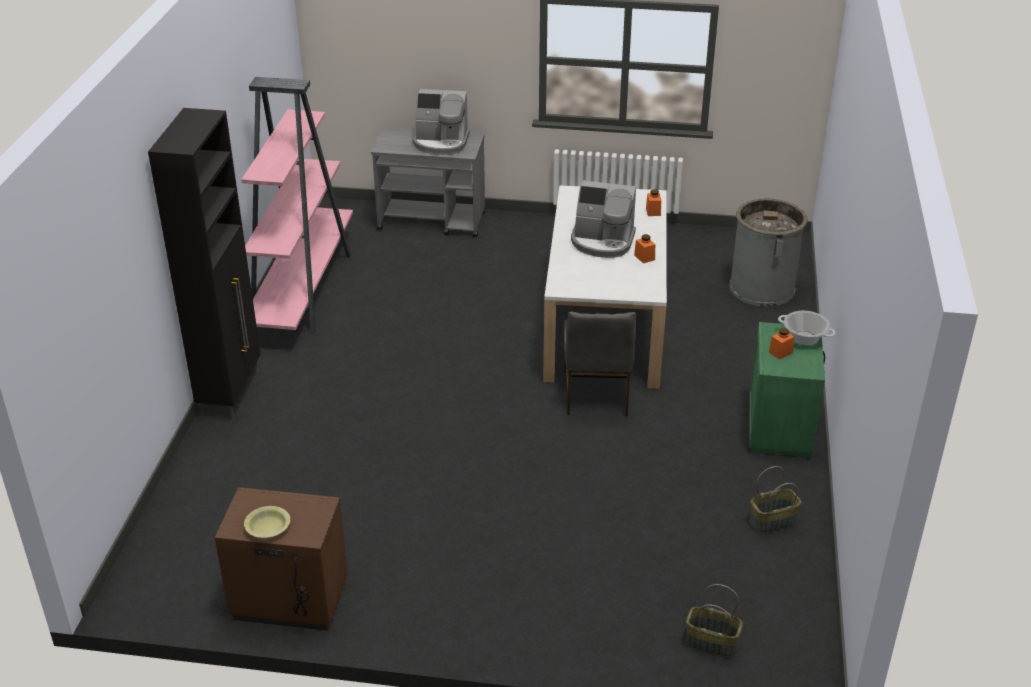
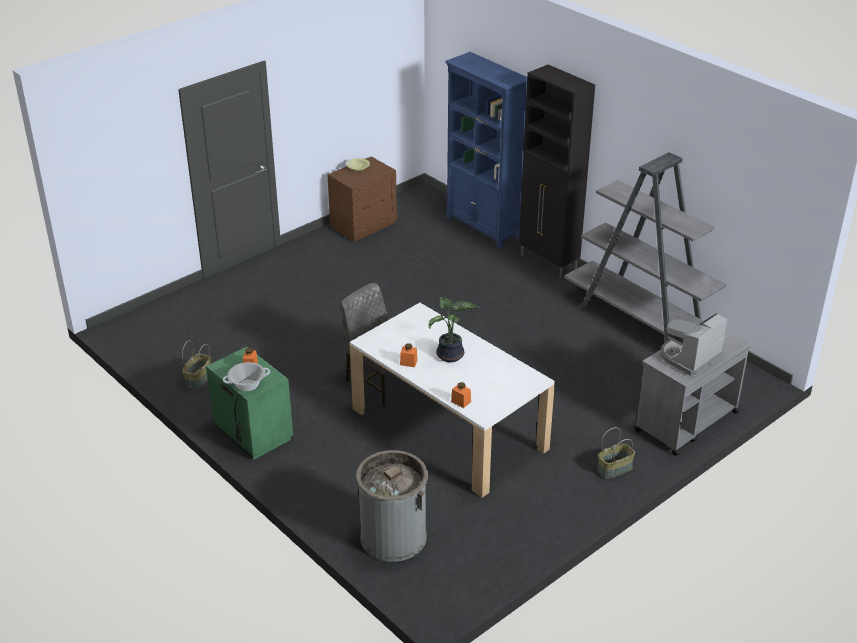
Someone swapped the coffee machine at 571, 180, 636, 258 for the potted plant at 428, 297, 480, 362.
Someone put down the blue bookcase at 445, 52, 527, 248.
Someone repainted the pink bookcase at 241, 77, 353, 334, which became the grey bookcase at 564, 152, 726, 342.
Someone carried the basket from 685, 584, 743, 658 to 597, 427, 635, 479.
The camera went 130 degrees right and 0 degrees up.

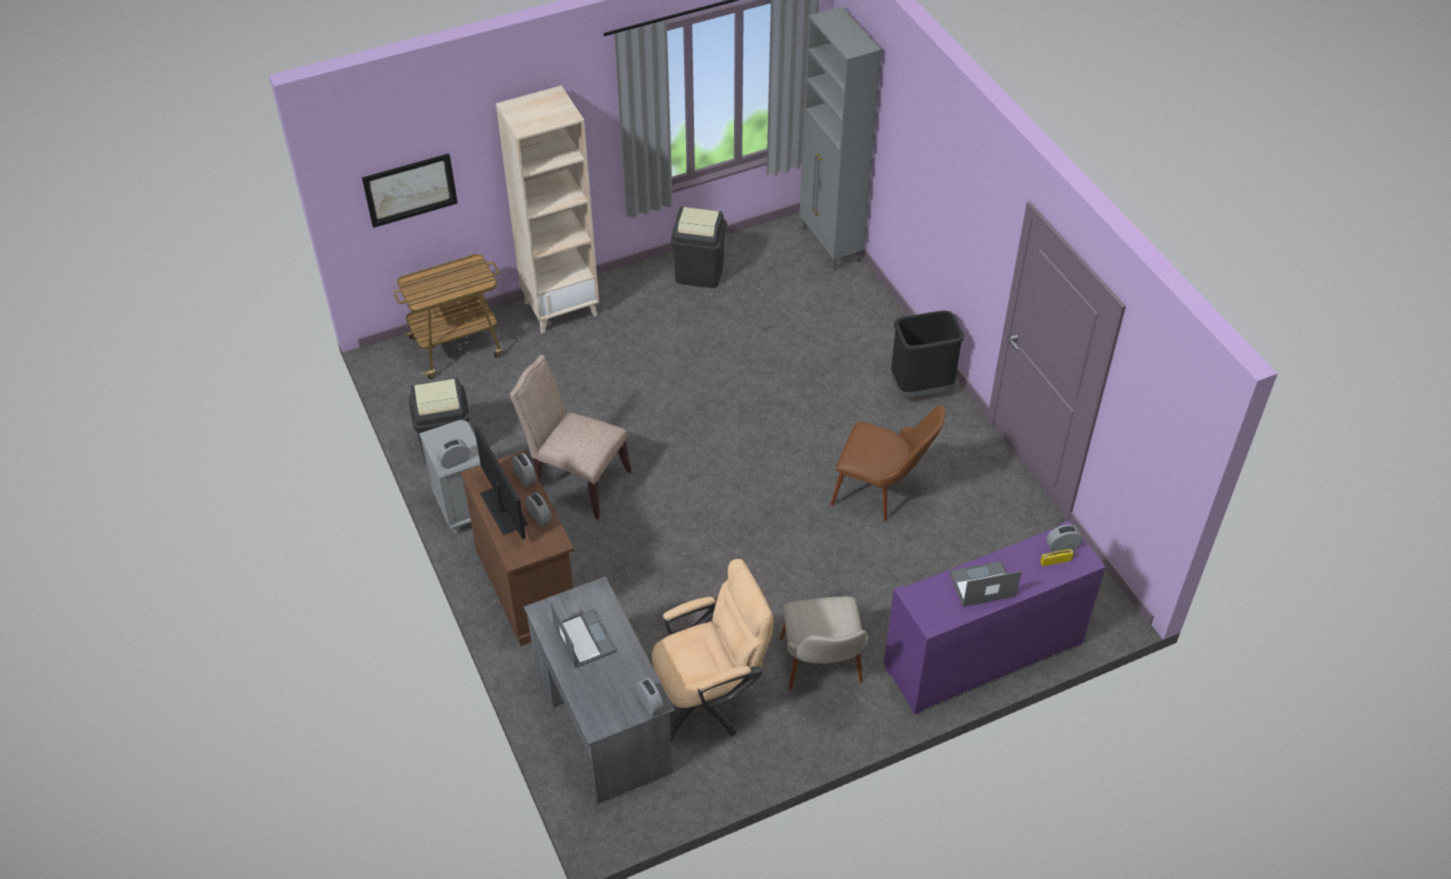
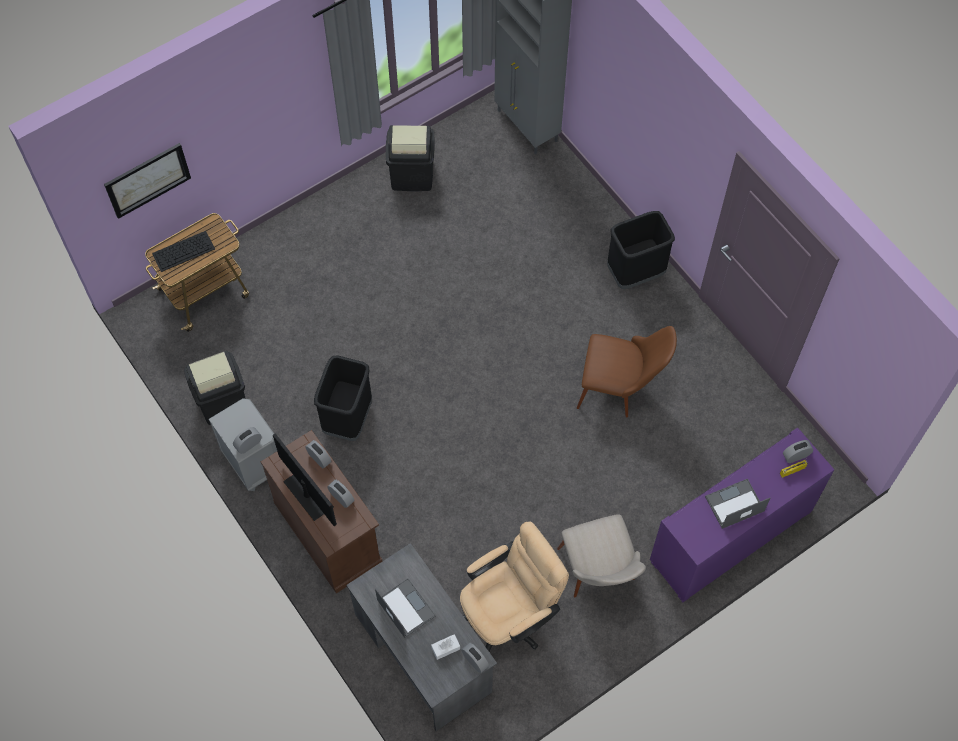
Someone put down the keyboard at 152, 231, 215, 272.
Someone swapped the beige chair at 510, 355, 632, 519 for the black trash can at 314, 355, 372, 441.
Someone put down the white tissue box at 431, 634, 460, 660.
Someone took away the beige bookcase at 496, 85, 599, 333.
The camera went 10 degrees left and 15 degrees up.

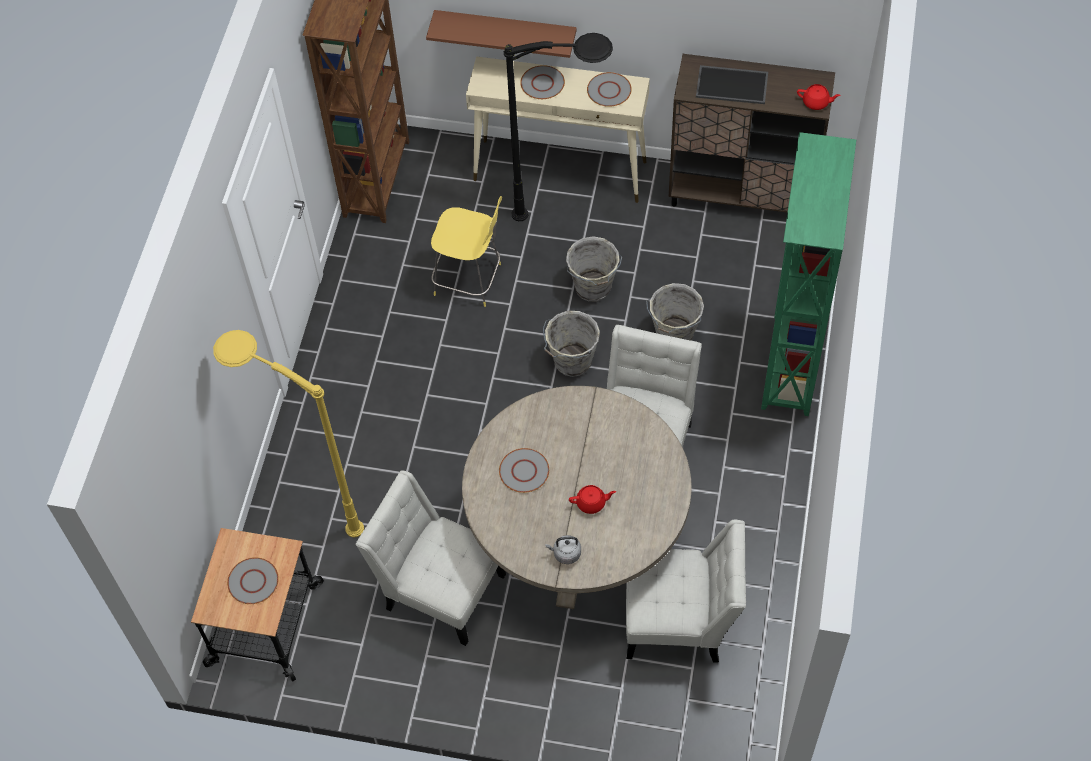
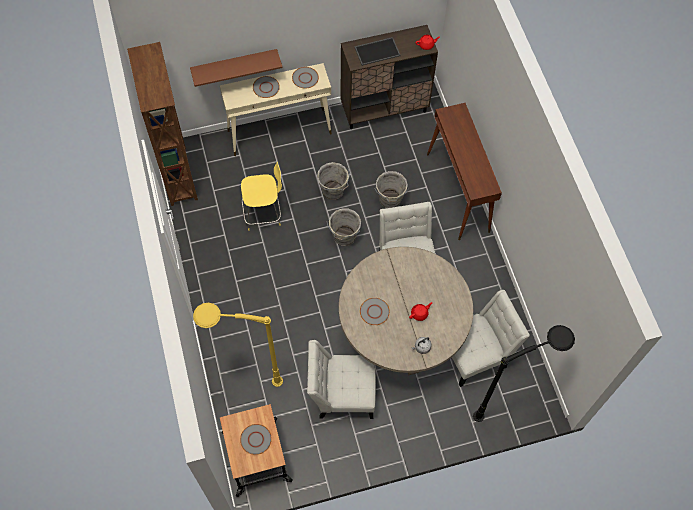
Someone swapped the green bookcase at 761, 132, 856, 416 for the brown console table at 427, 103, 502, 240.
Someone carried the black floor lamp from 504, 33, 613, 221 to 473, 325, 575, 422.
The camera went 30 degrees left and 5 degrees up.

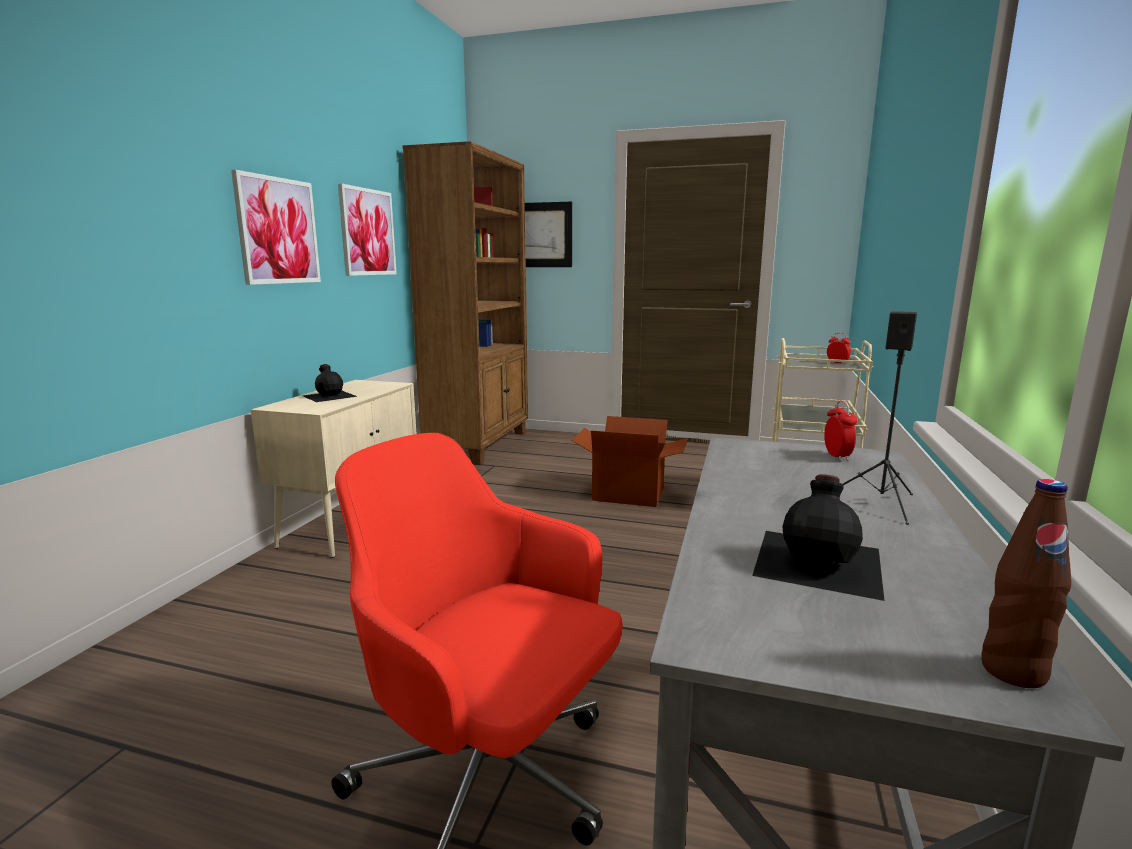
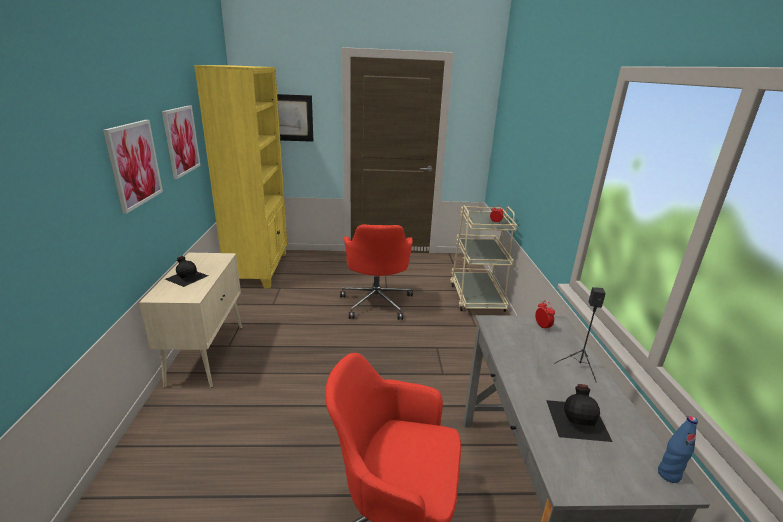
Someone repainted the brown bookcase at 402, 141, 528, 465, which became the yellow bookcase at 194, 65, 287, 289.
Someone swapped the cardboard box at 572, 416, 688, 507 for the red office chair at 340, 224, 413, 320.
Someone repainted the brown bottle at 981, 479, 1072, 688, which became the blue bottle at 658, 416, 698, 483.
The camera went 20 degrees left and 10 degrees up.

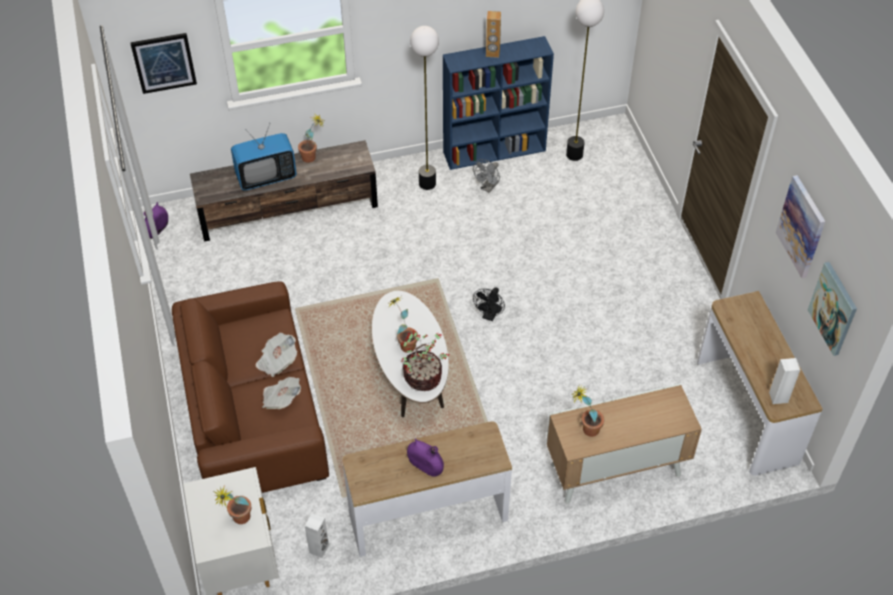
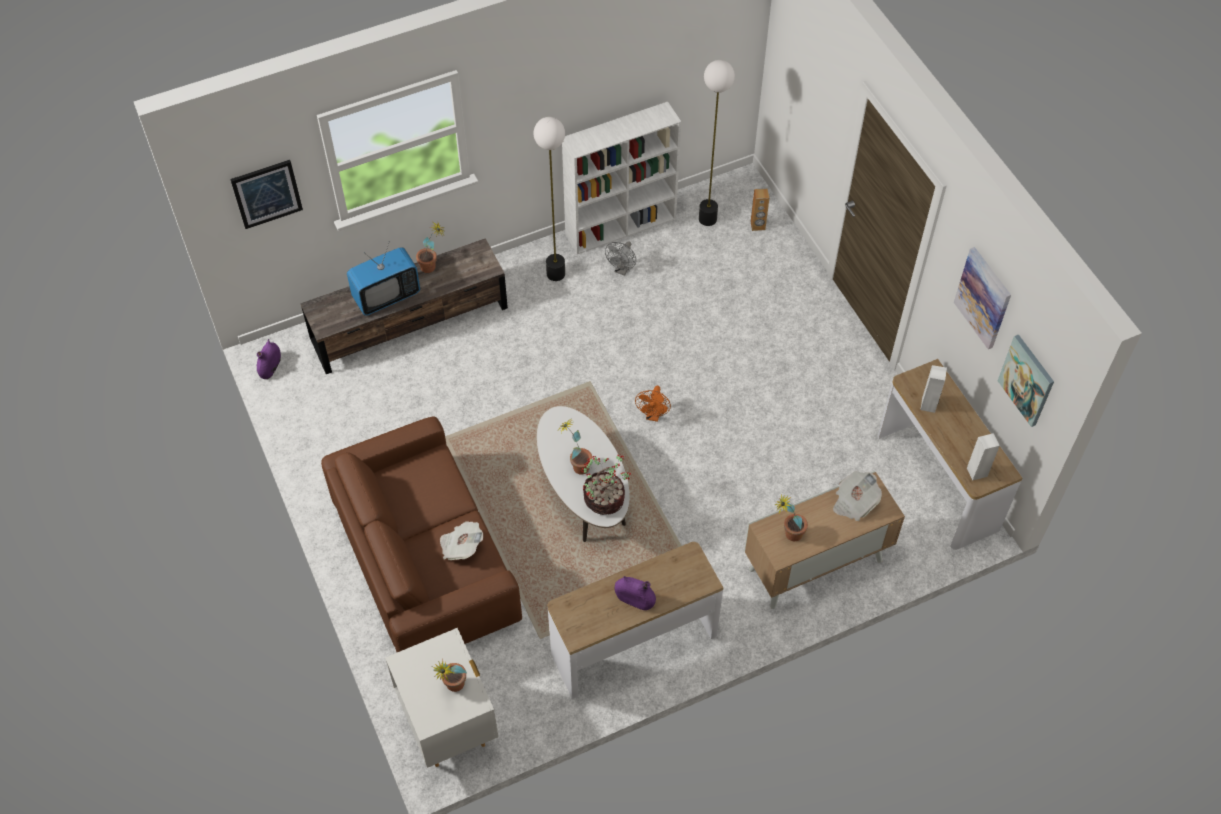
Someone repainted the blue bookcase at 443, 36, 554, 170, which became the white bookcase at 562, 102, 681, 254.
Someone repainted the black fan at 473, 288, 505, 321, which became the orange fan at 635, 386, 671, 422.
Someone carried the brown speaker from 486, 11, 501, 58 to 751, 189, 769, 231.
Someone carried the newspaper from 256, 333, 297, 377 to 833, 471, 882, 521.
Someone carried the white speaker from 305, 513, 329, 558 to 921, 365, 947, 413.
The camera went 10 degrees left and 5 degrees up.

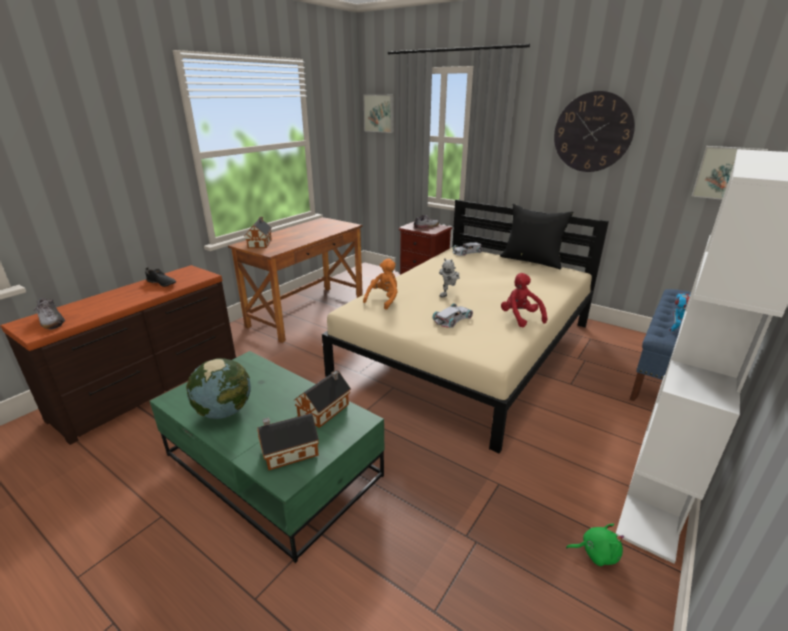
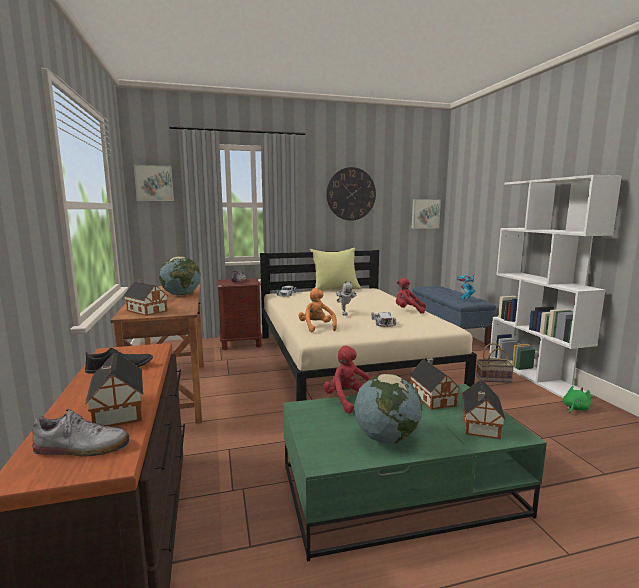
Someone put down the toy house at 85, 353, 143, 426.
Someone put down the globe at 159, 257, 201, 296.
Someone repainted the black pillow at 500, 204, 574, 269, which became the yellow pillow at 310, 248, 361, 291.
Someone put down the red plush toy at 323, 346, 371, 414.
Someone put down the basket at 476, 343, 514, 383.
The camera went 50 degrees left and 15 degrees down.

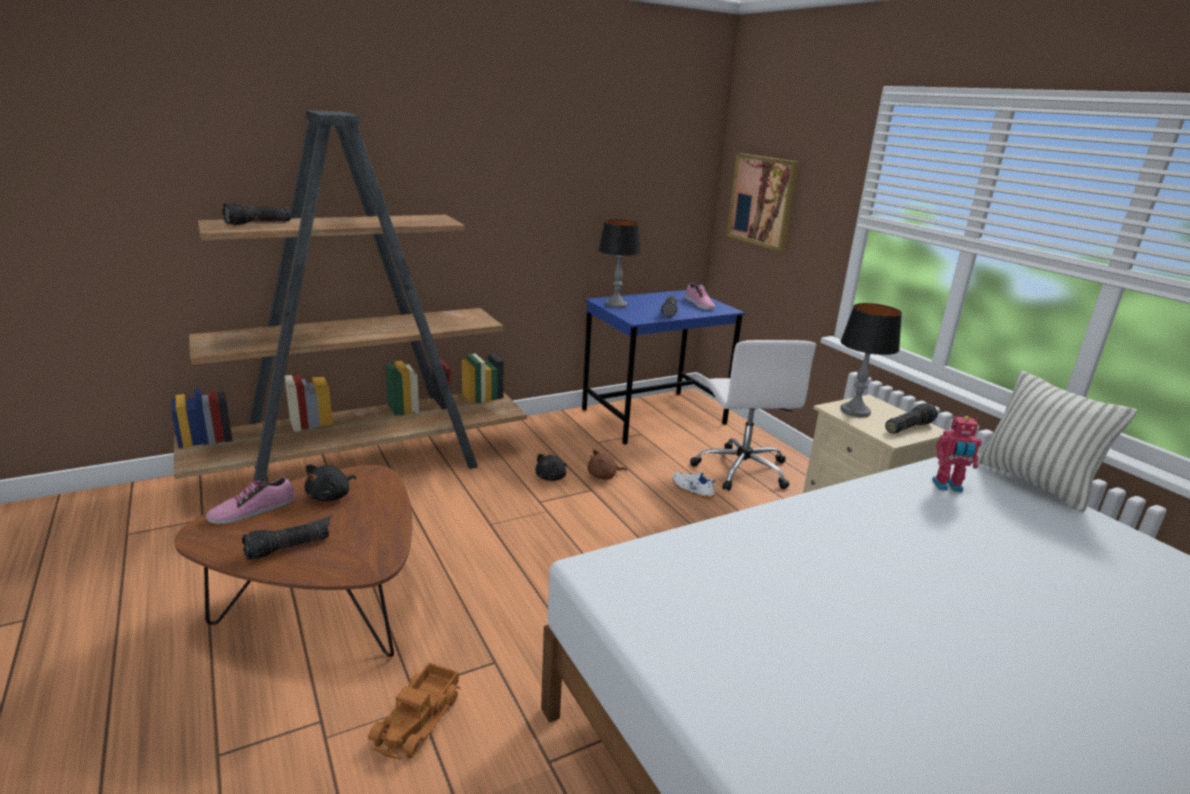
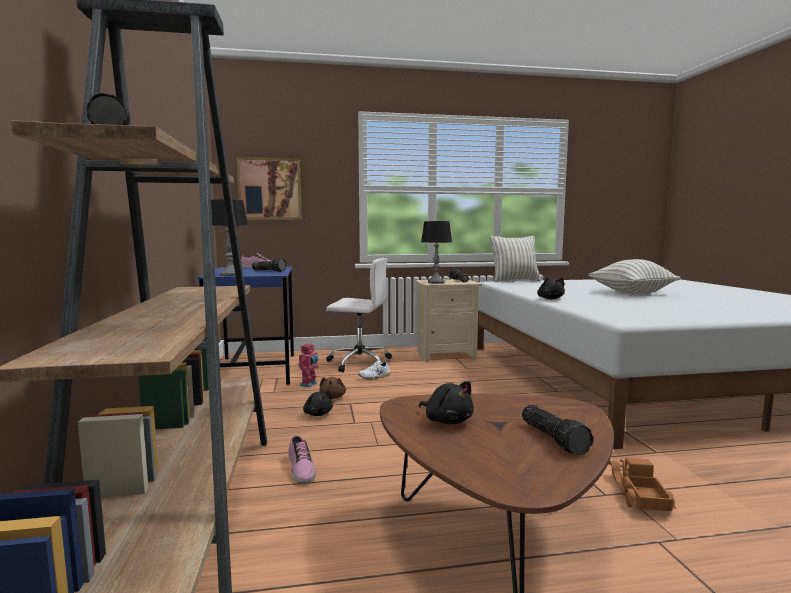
Someone carried the shoe from 206, 477, 295, 524 to 288, 436, 316, 484.
Someone carried the toy robot from 932, 416, 982, 492 to 298, 342, 319, 387.
Someone put down the black plush toy at 537, 277, 565, 299.
Someone put down the pillow at 588, 259, 681, 294.
Someone rotated the toy truck at 368, 662, 461, 760 by 120 degrees counterclockwise.
The camera went 70 degrees left and 15 degrees down.

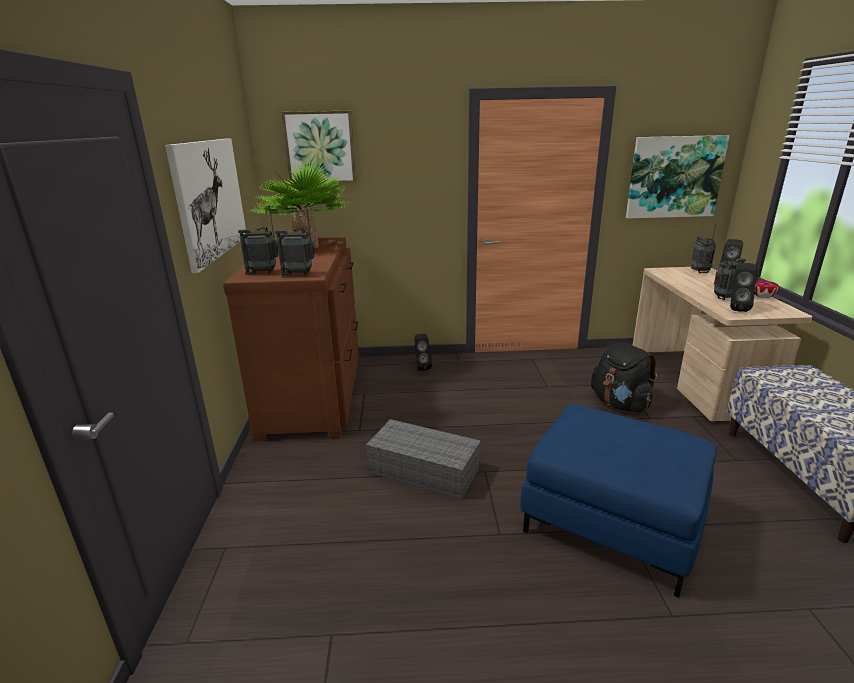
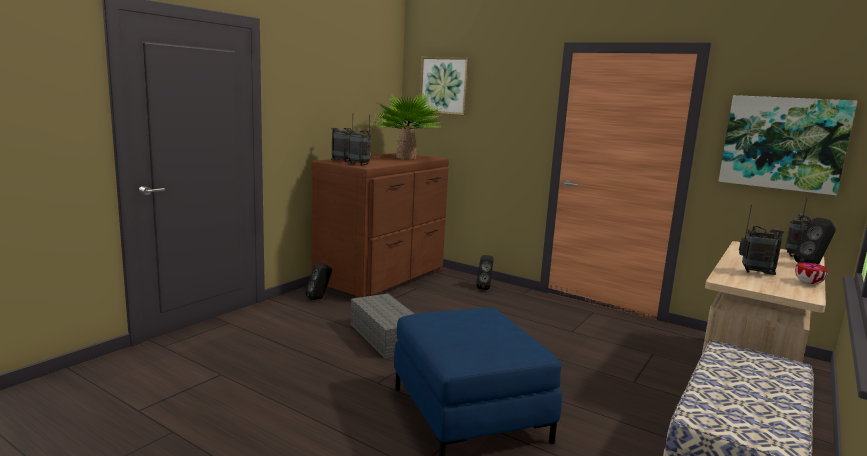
Someone carried the black speaker from 730, 263, 757, 312 to 305, 262, 332, 300.
Someone took away the picture at 165, 138, 246, 273.
Someone took away the black backpack at 591, 343, 657, 413.
The camera went 35 degrees right and 10 degrees down.

